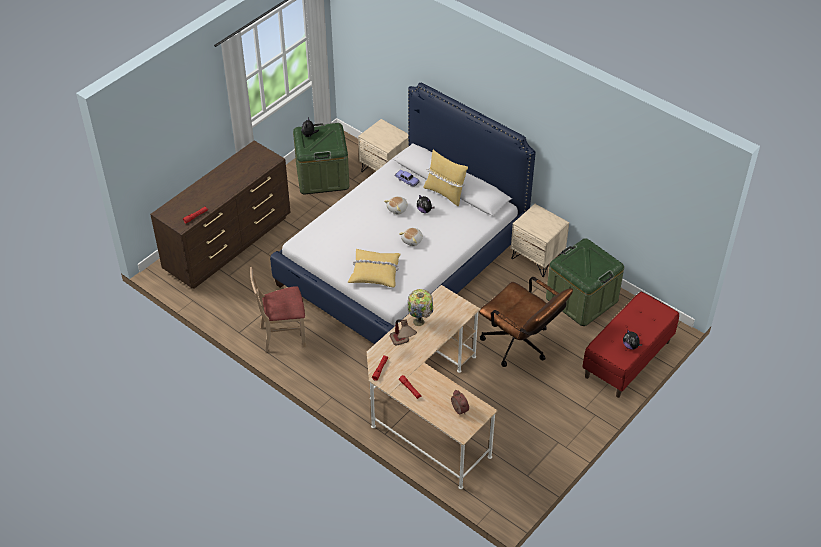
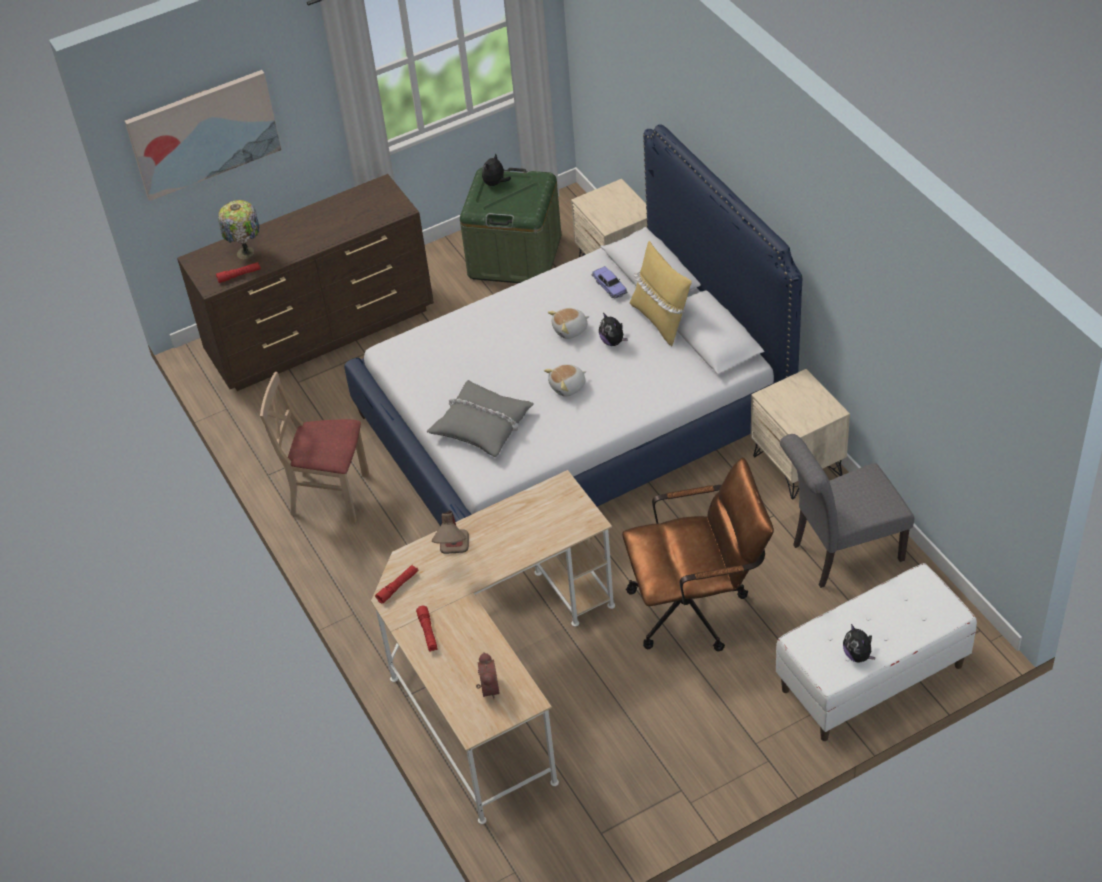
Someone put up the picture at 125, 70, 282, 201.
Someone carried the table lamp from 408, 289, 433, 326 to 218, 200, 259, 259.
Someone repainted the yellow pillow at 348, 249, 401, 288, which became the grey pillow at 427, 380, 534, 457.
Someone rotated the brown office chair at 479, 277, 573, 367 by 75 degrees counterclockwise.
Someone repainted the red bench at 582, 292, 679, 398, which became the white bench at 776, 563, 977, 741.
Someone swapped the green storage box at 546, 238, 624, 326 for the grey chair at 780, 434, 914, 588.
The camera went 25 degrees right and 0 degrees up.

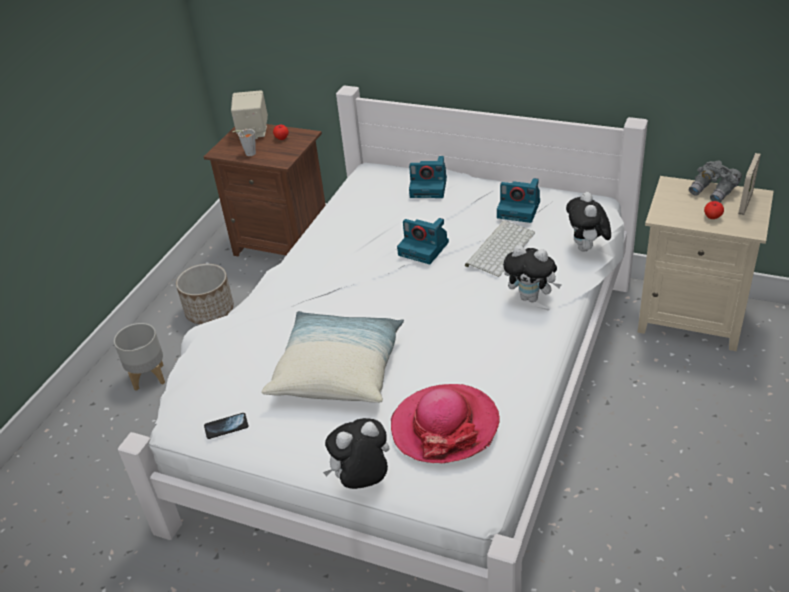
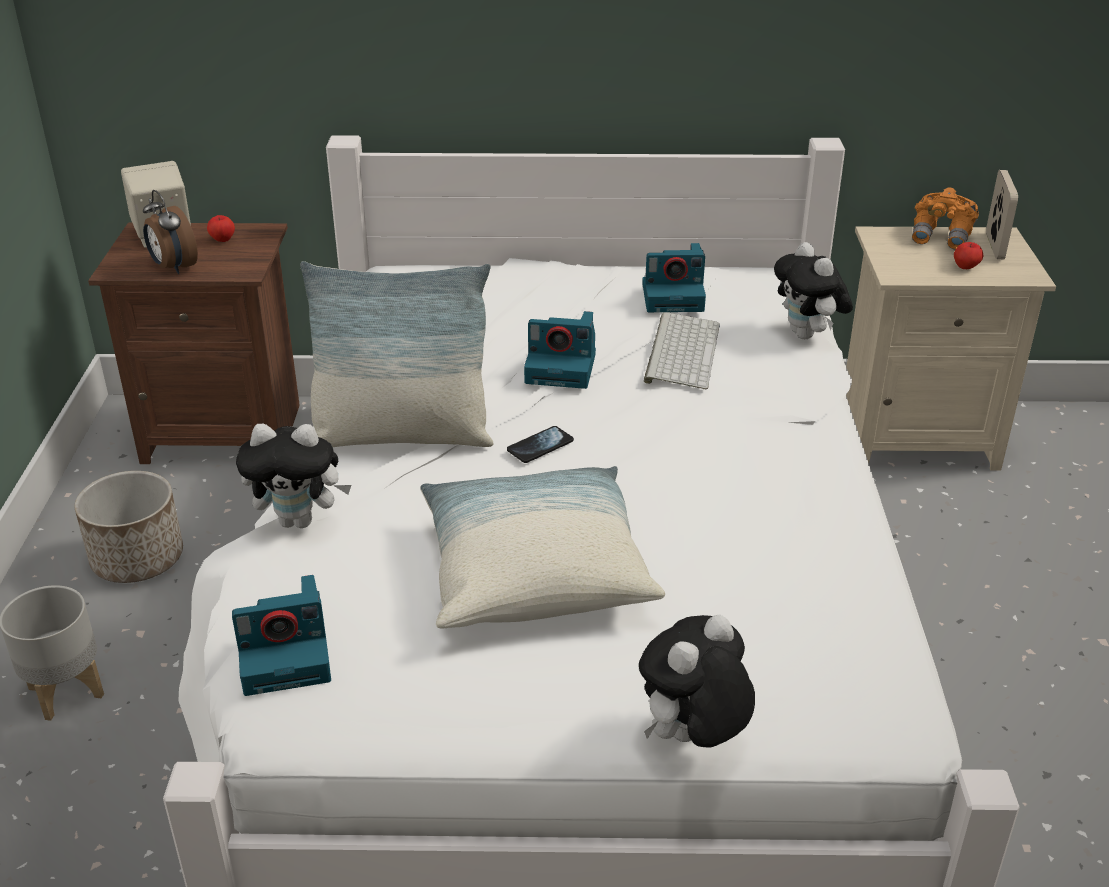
Someone swapped the grey cup at 232, 129, 256, 156 for the alarm clock at 143, 190, 198, 274.
Someone carried the photo camera from 409, 156, 447, 198 to 232, 575, 331, 696.
Someone carried the plush toy from 503, 245, 562, 302 to 236, 424, 351, 528.
Someone put down the pillow at 300, 261, 494, 447.
Someone carried the phone from 204, 413, 249, 439 to 507, 426, 574, 463.
Someone repainted the grey binoculars at 689, 160, 742, 202, which became the orange binoculars at 912, 187, 979, 250.
Someone took away the hat at 391, 384, 500, 463.
The camera went 25 degrees left and 5 degrees down.

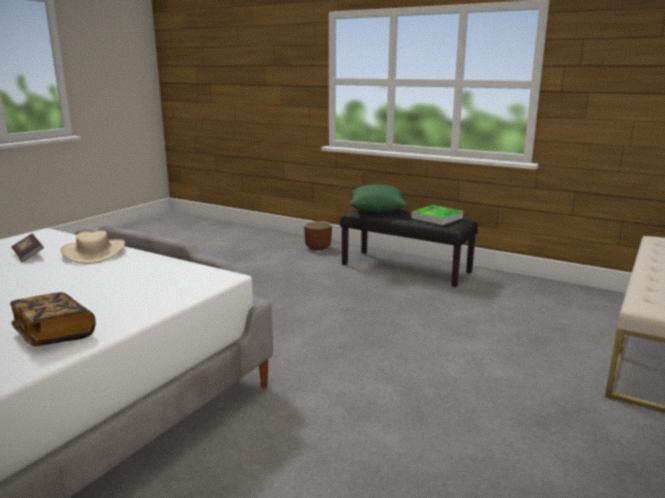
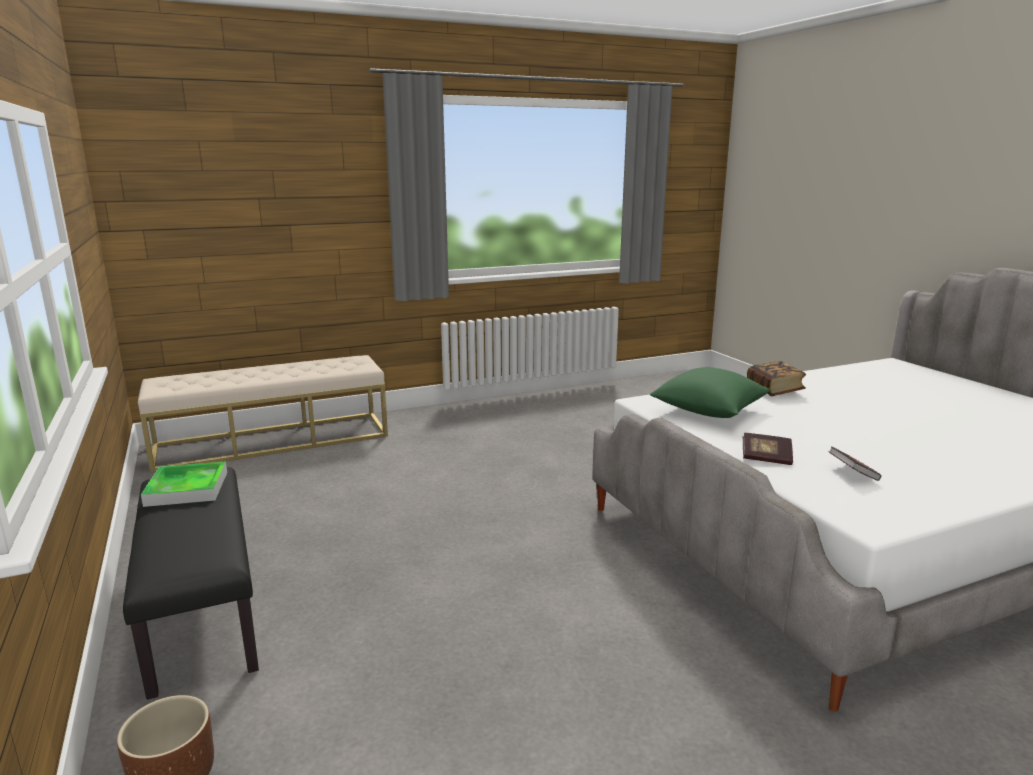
Someone carried the green pillow from 349, 185, 407, 212 to 650, 367, 771, 418.
Someone swapped the beige hat at 60, 231, 125, 264 for the book at 743, 433, 793, 465.
The camera went 145 degrees left and 0 degrees up.

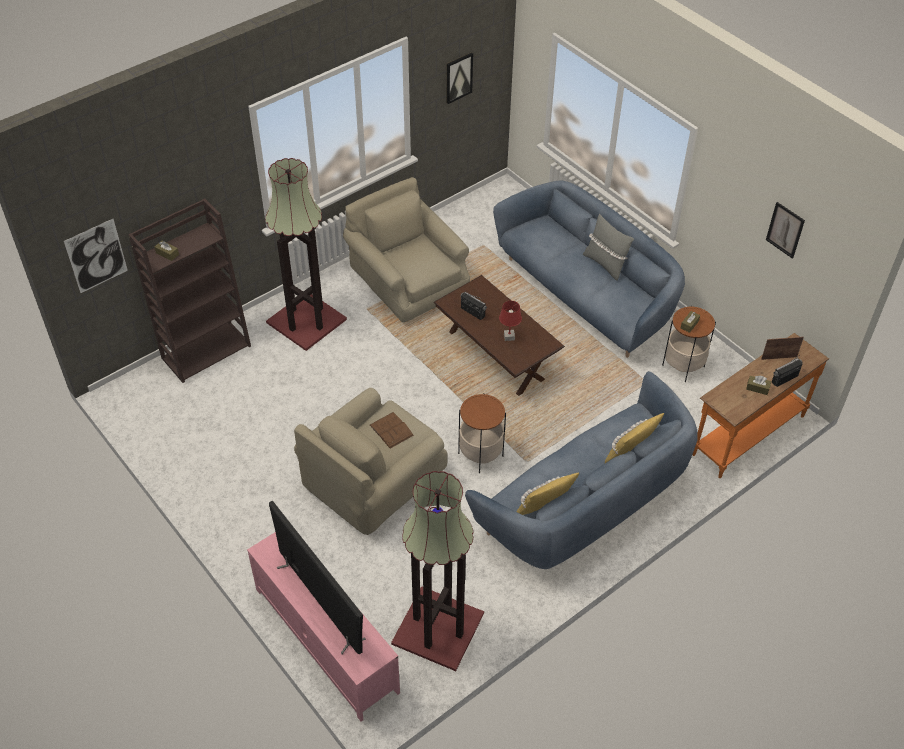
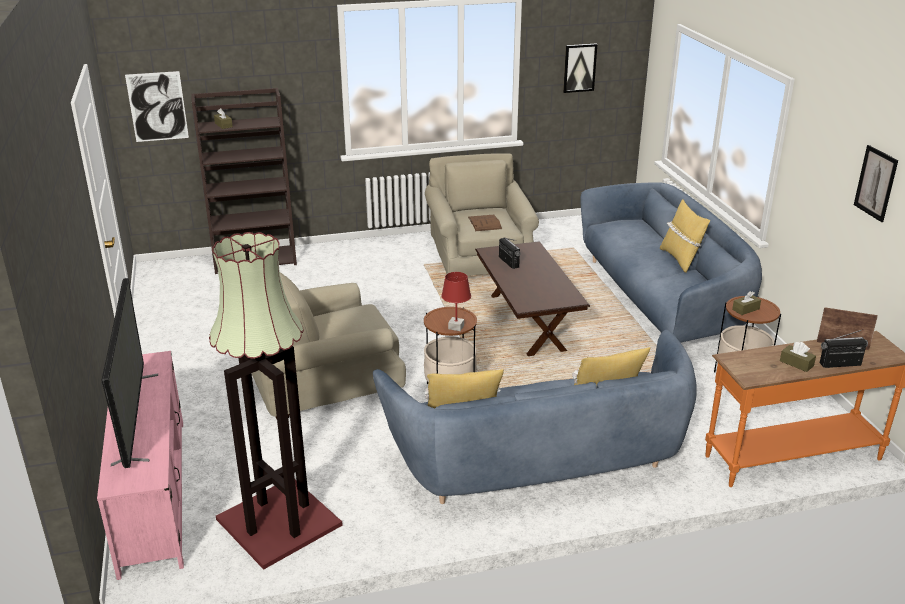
Someone carried the red table lamp from 499, 301, 522, 341 to 441, 272, 471, 331.
Someone carried the brown book from 370, 412, 414, 449 to 468, 215, 502, 231.
Someone repainted the grey pillow at 583, 214, 634, 281, which became the yellow pillow at 660, 199, 710, 273.
Someone took away the floor lamp at 265, 158, 347, 351.
The camera went 25 degrees right and 20 degrees down.

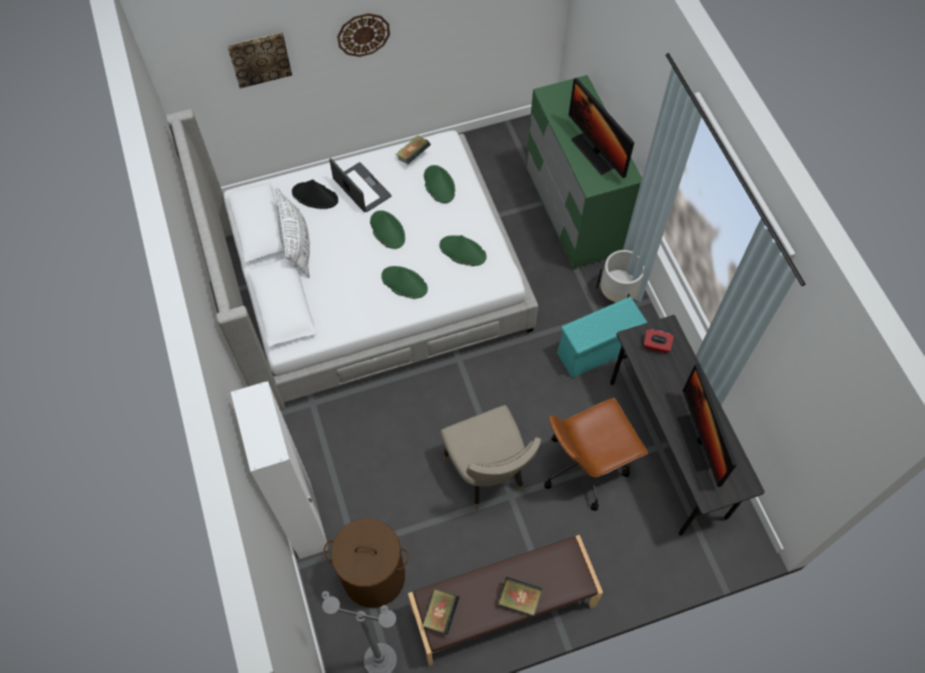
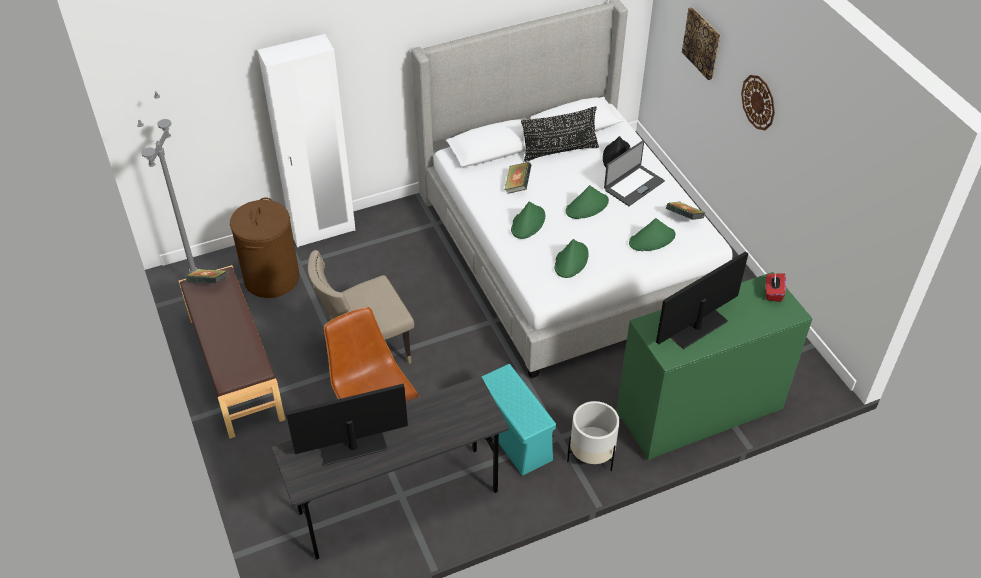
Someone carried the book from 498, 577, 542, 615 to 505, 162, 531, 194.
Someone repainted the white pillow at 275, 187, 310, 279, which became the black pillow at 521, 106, 599, 162.
Someone carried the red tissue box from 644, 329, 674, 353 to 766, 273, 786, 302.
The camera went 85 degrees right and 15 degrees down.

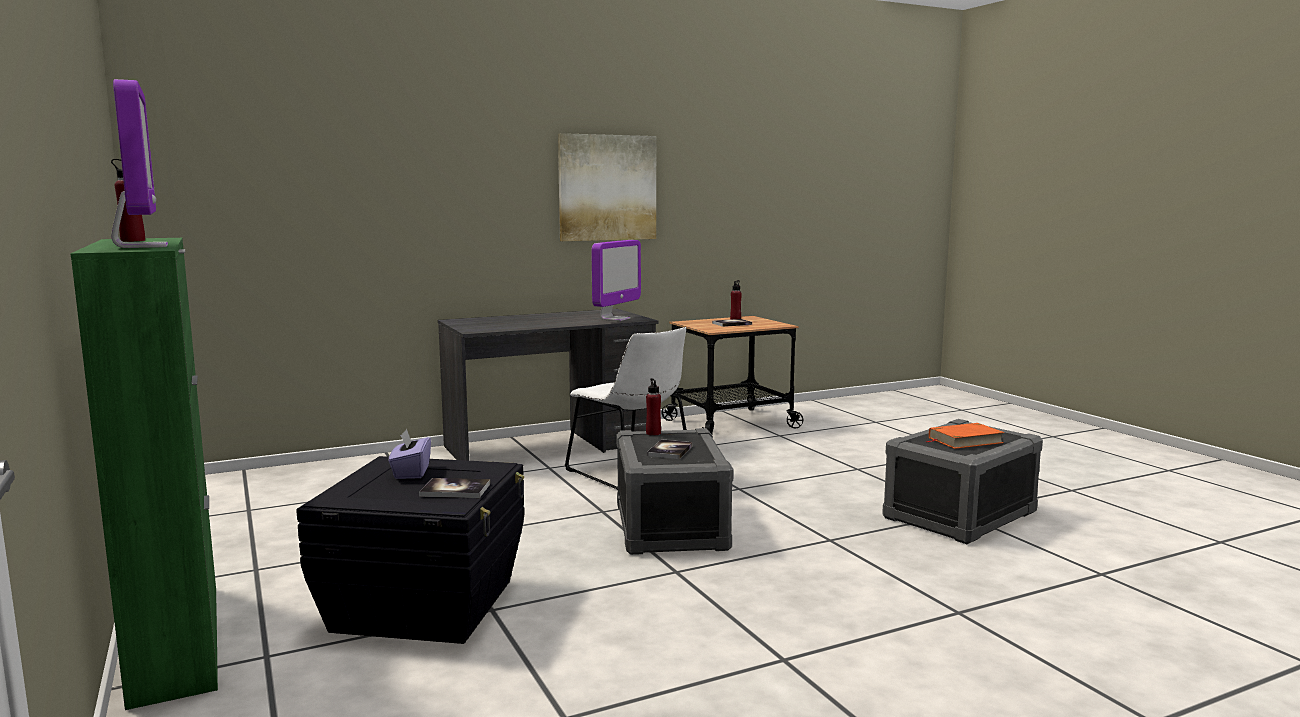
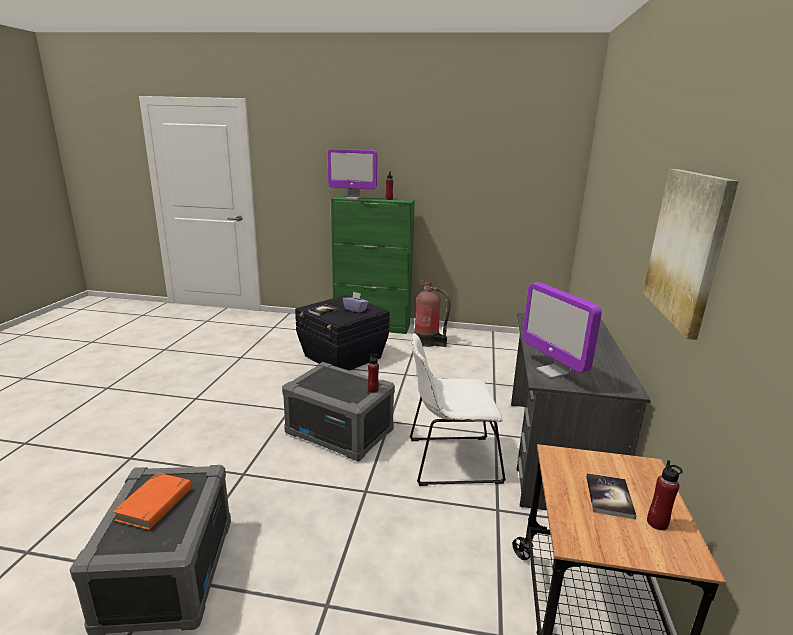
Someone put down the fire extinguisher at 414, 280, 451, 347.
Someone took away the book at 647, 439, 693, 459.
The camera went 125 degrees right and 10 degrees up.

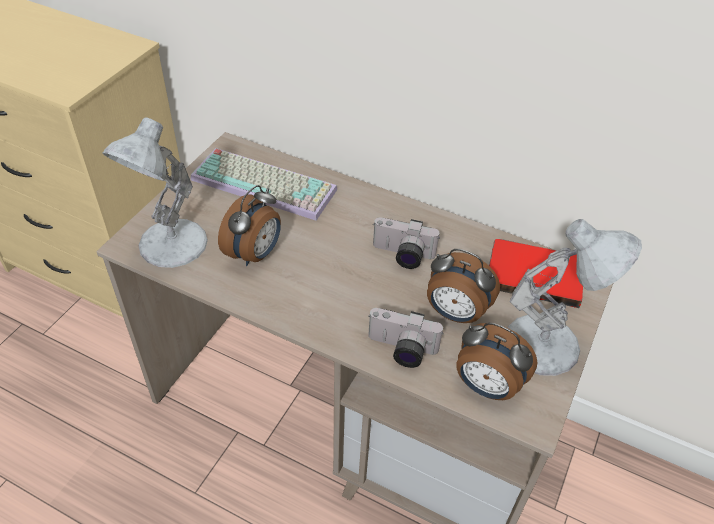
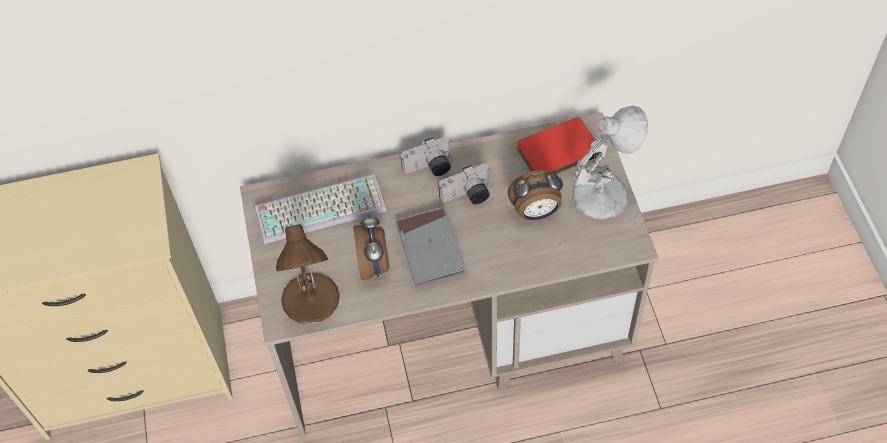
Someone repainted the white table lamp at 102, 117, 208, 268, which became the brown table lamp at 276, 224, 340, 324.
Someone put down the grey book at 395, 207, 466, 287.
Someone carried the photo camera from 368, 308, 444, 368 to 401, 136, 451, 176.
Someone took away the alarm clock at 456, 323, 537, 400.
The camera went 35 degrees left and 10 degrees up.

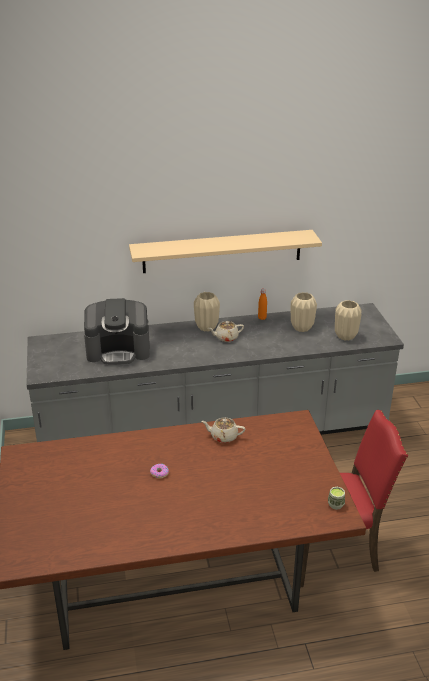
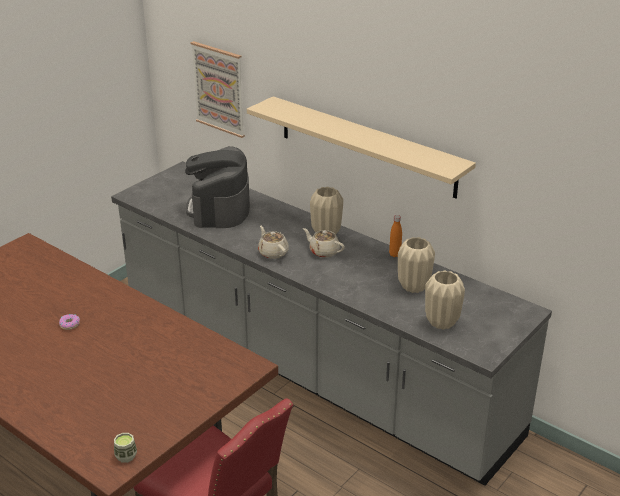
Someone rotated the coffee machine at 84, 298, 150, 365 by 45 degrees clockwise.
Someone put up the picture at 190, 41, 245, 138.
Someone carried the beige teapot from 201, 417, 245, 443 to 258, 225, 289, 259.
The camera went 50 degrees right and 0 degrees up.

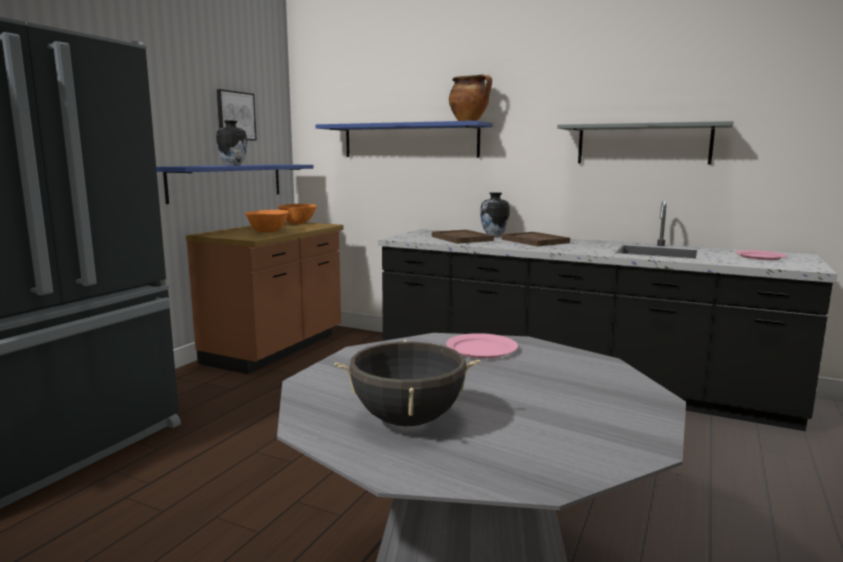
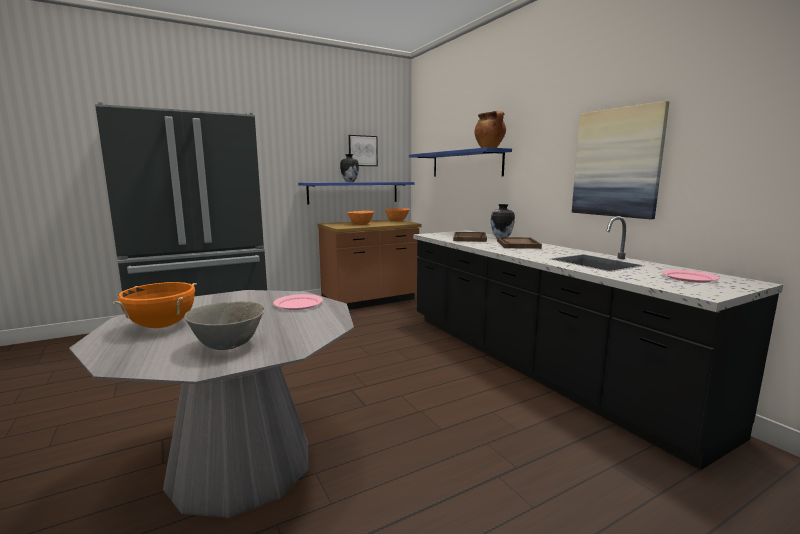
Someone repainted the black cooking pot at 335, 339, 480, 426, which became the orange cooking pot at 112, 282, 197, 328.
Someone put down the grey bowl at 184, 301, 265, 350.
Someone swapped the grey shelf at 557, 121, 734, 165 for the picture at 572, 101, 669, 219.
The camera went 35 degrees right and 0 degrees up.

